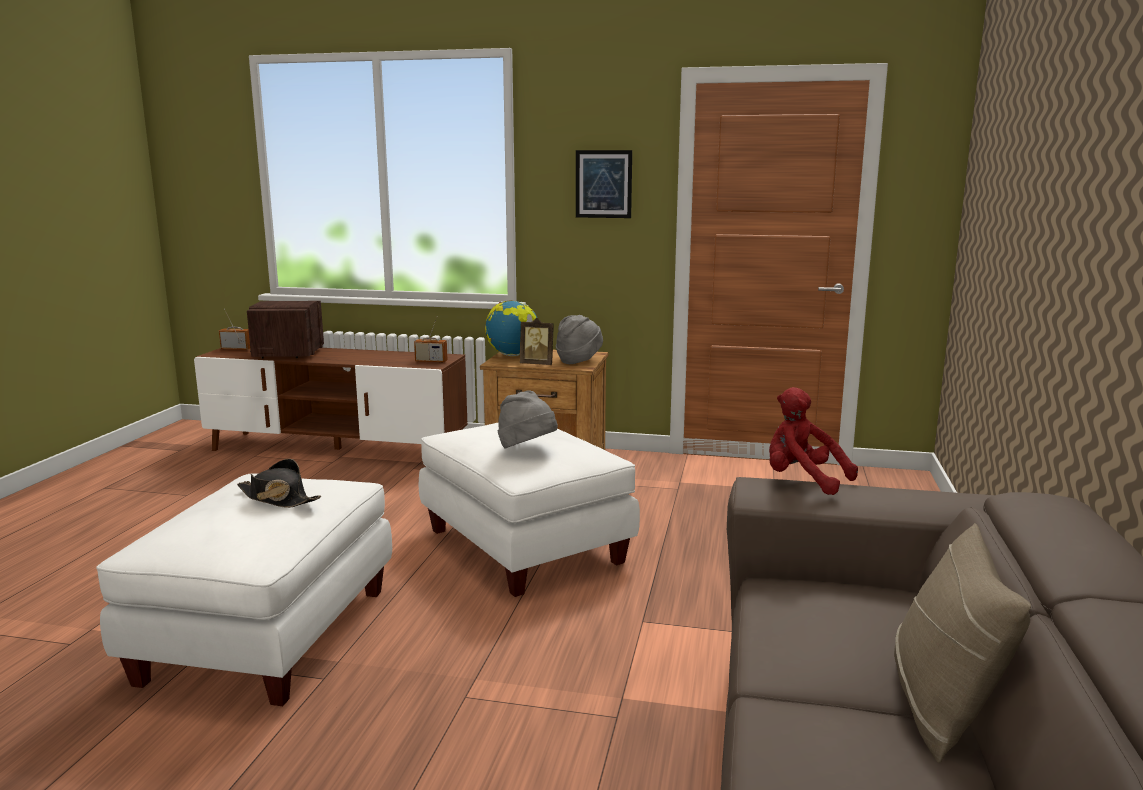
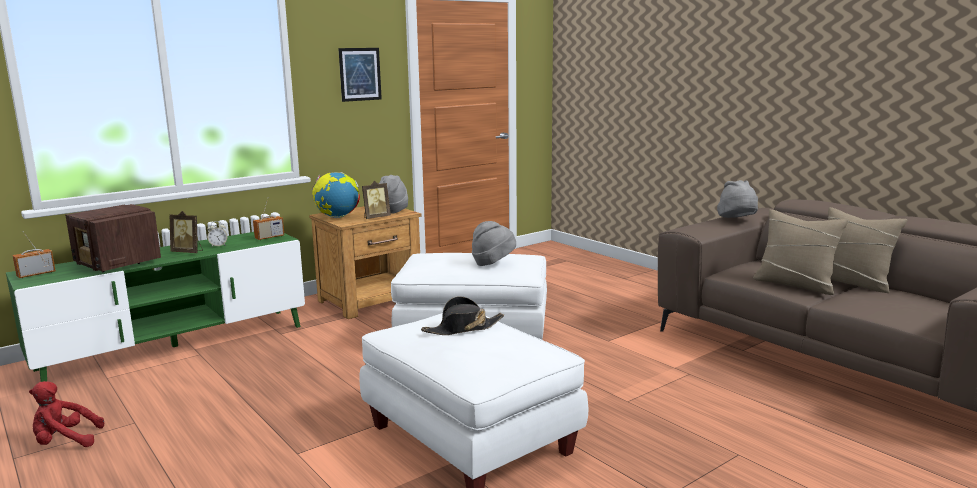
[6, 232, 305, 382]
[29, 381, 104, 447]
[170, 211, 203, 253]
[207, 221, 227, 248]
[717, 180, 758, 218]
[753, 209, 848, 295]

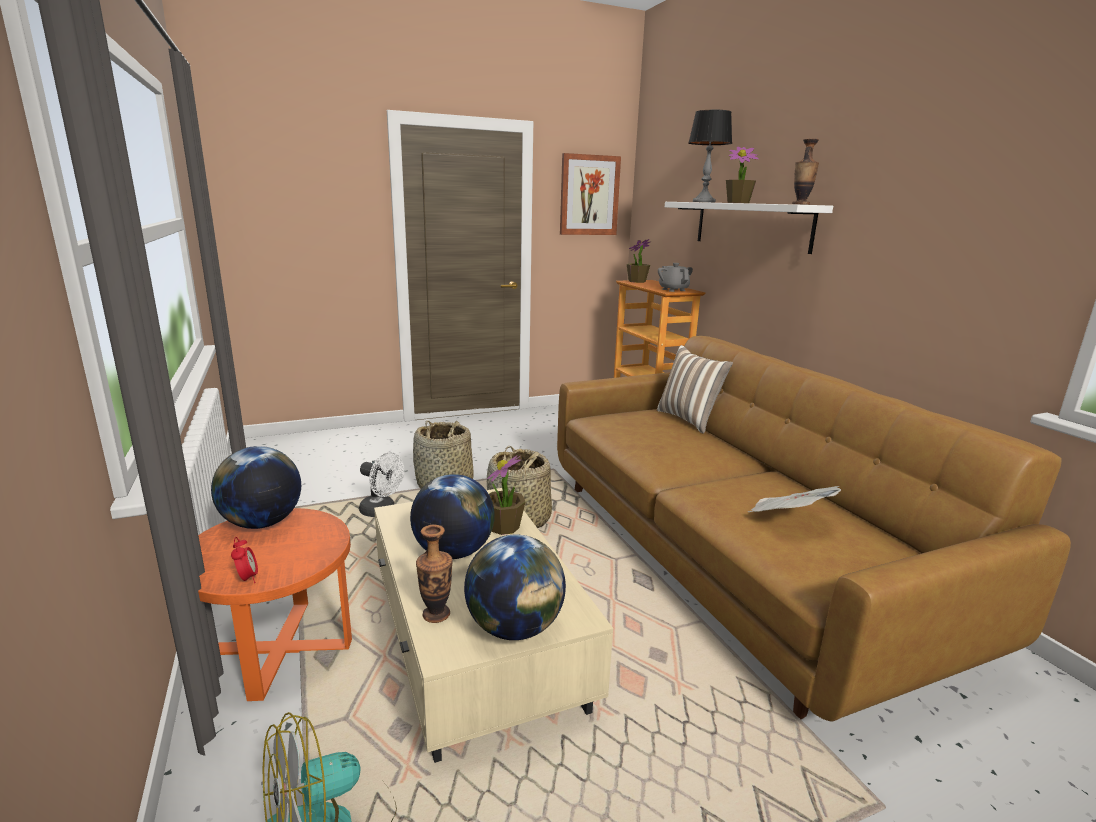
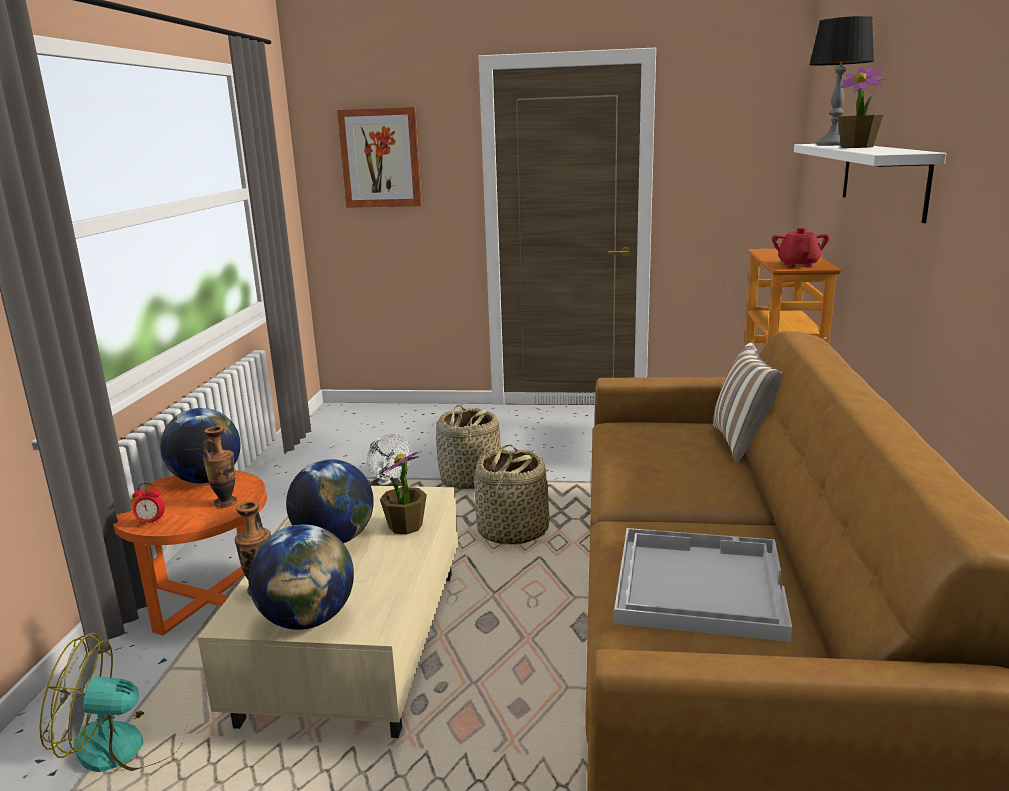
[132, 483, 165, 526]
[203, 426, 237, 508]
[337, 107, 422, 208]
[614, 528, 792, 642]
[772, 228, 830, 268]
[627, 239, 650, 283] (first image)

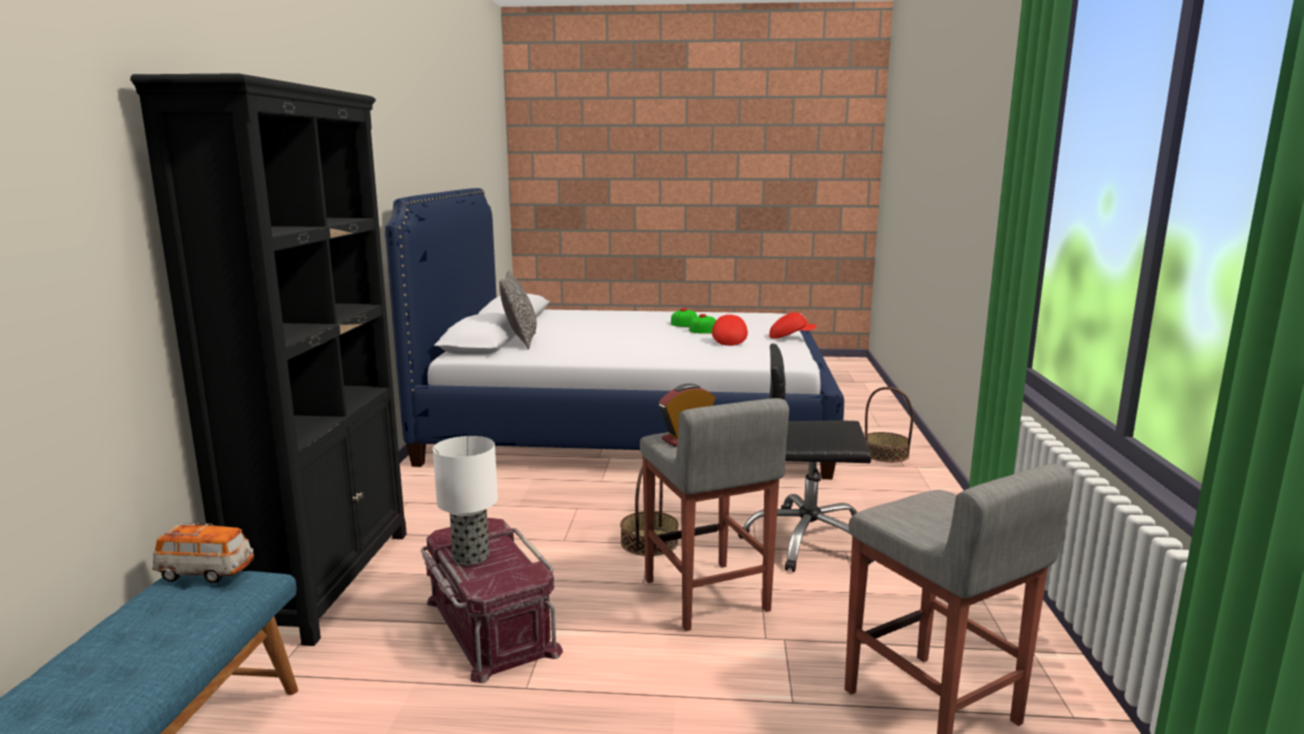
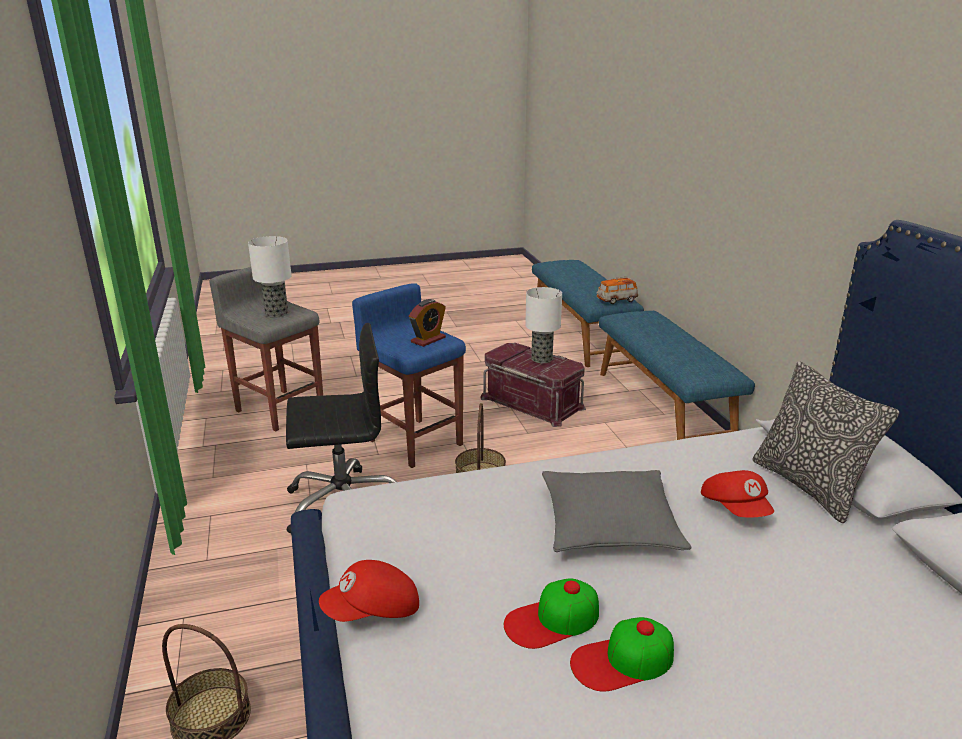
[248, 236, 292, 318]
[352, 283, 466, 468]
[542, 470, 691, 552]
[599, 311, 755, 440]
[701, 470, 774, 517]

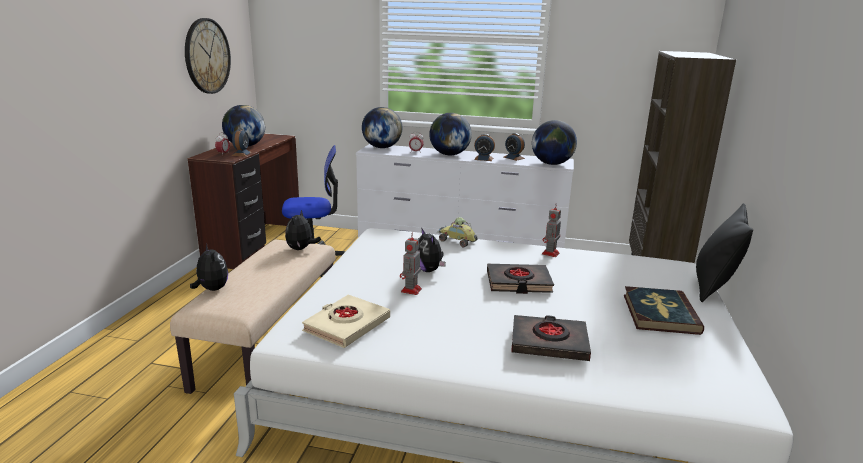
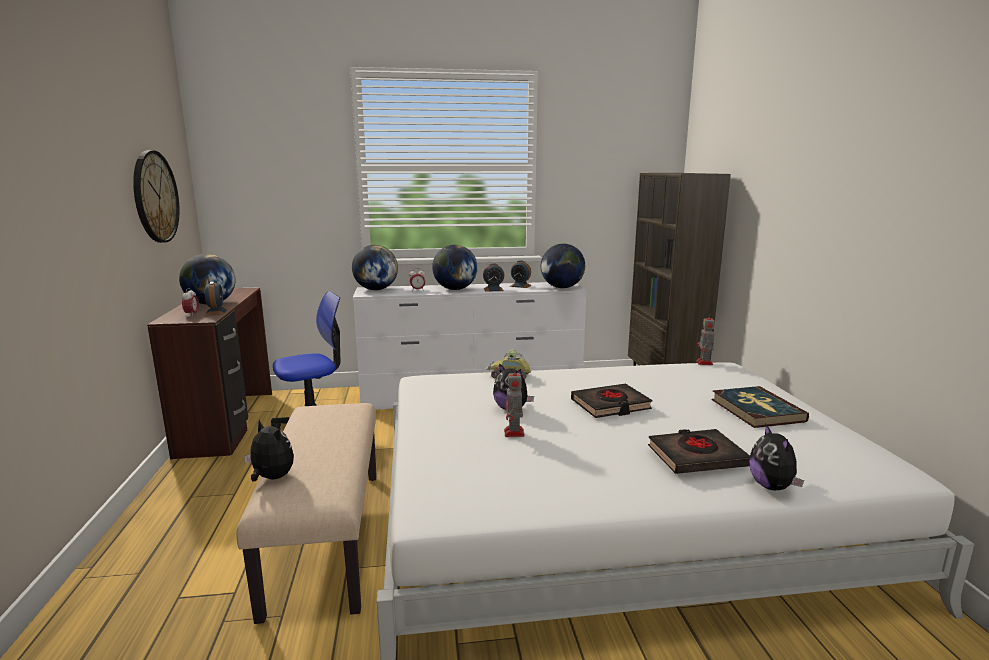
[696, 314, 715, 365]
[749, 423, 804, 490]
[302, 294, 390, 348] (first image)
[696, 203, 753, 302] (first image)

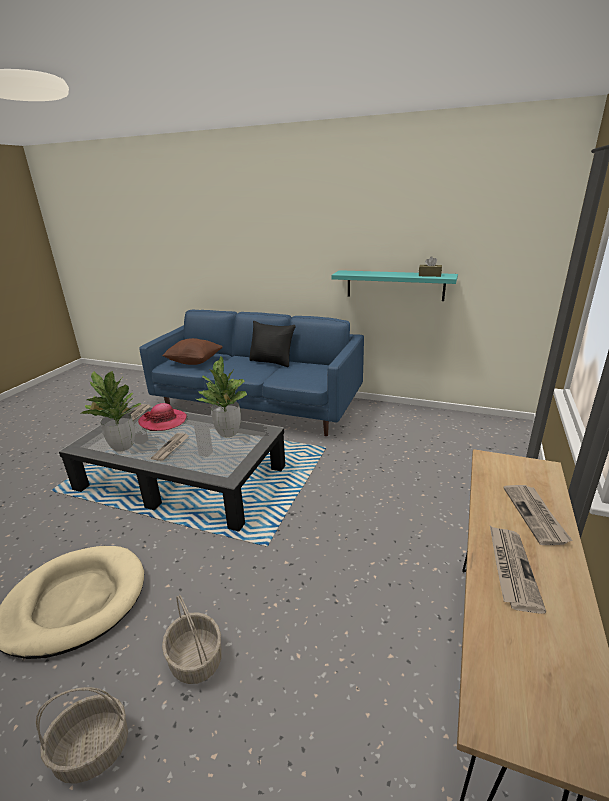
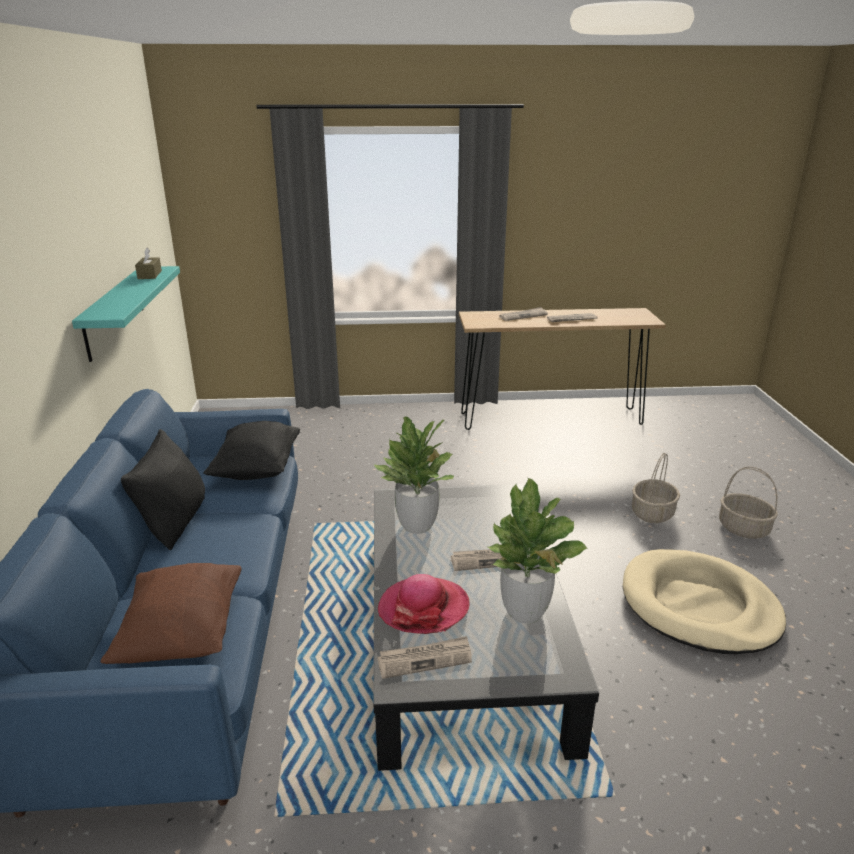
[203, 421, 300, 480]

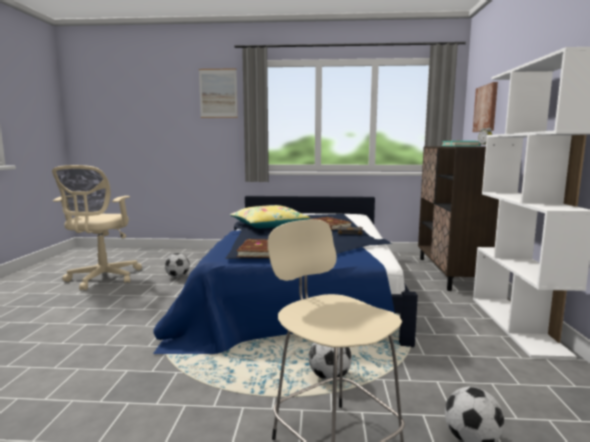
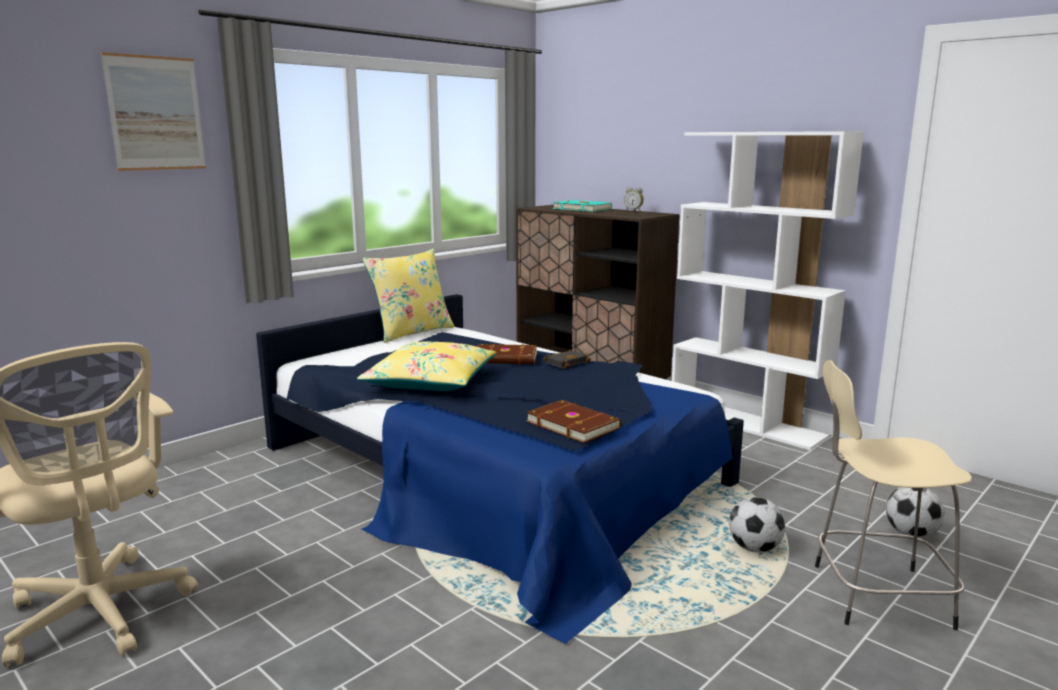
[362, 249, 455, 343]
[165, 253, 190, 277] (first image)
[473, 82, 498, 132] (first image)

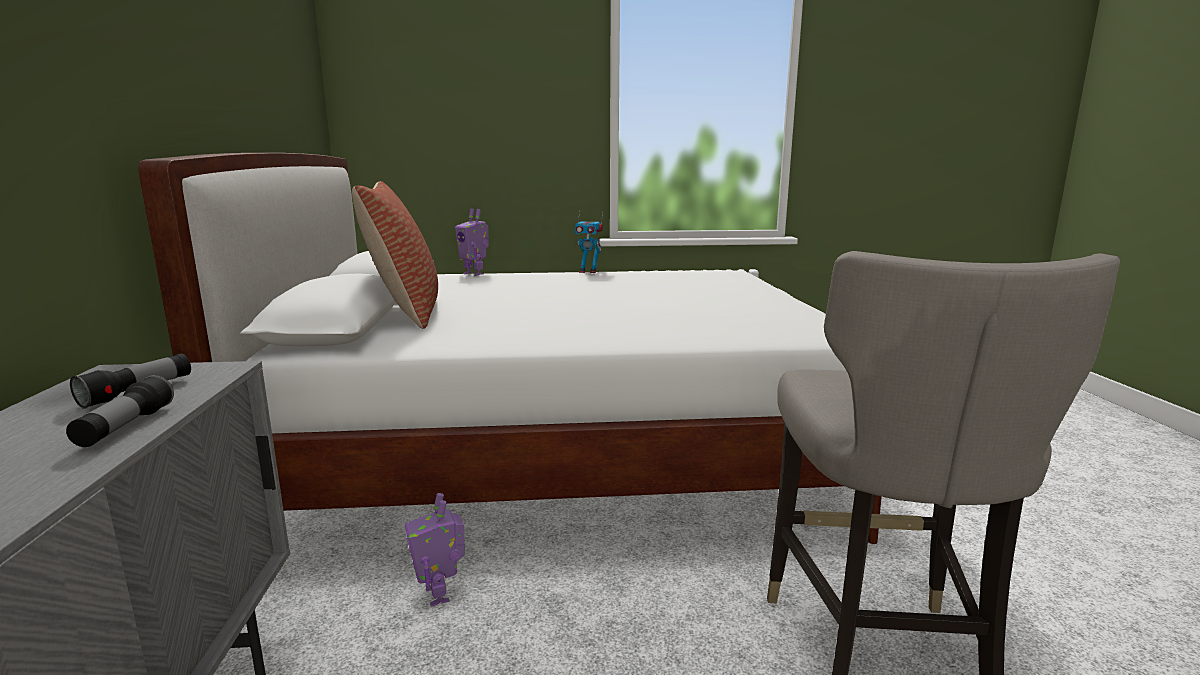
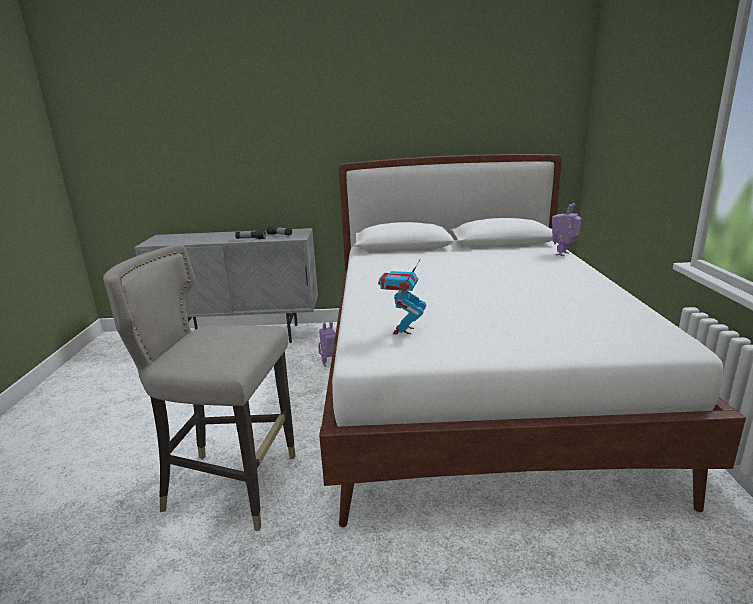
[378, 260, 426, 334]
[352, 181, 438, 329] (first image)

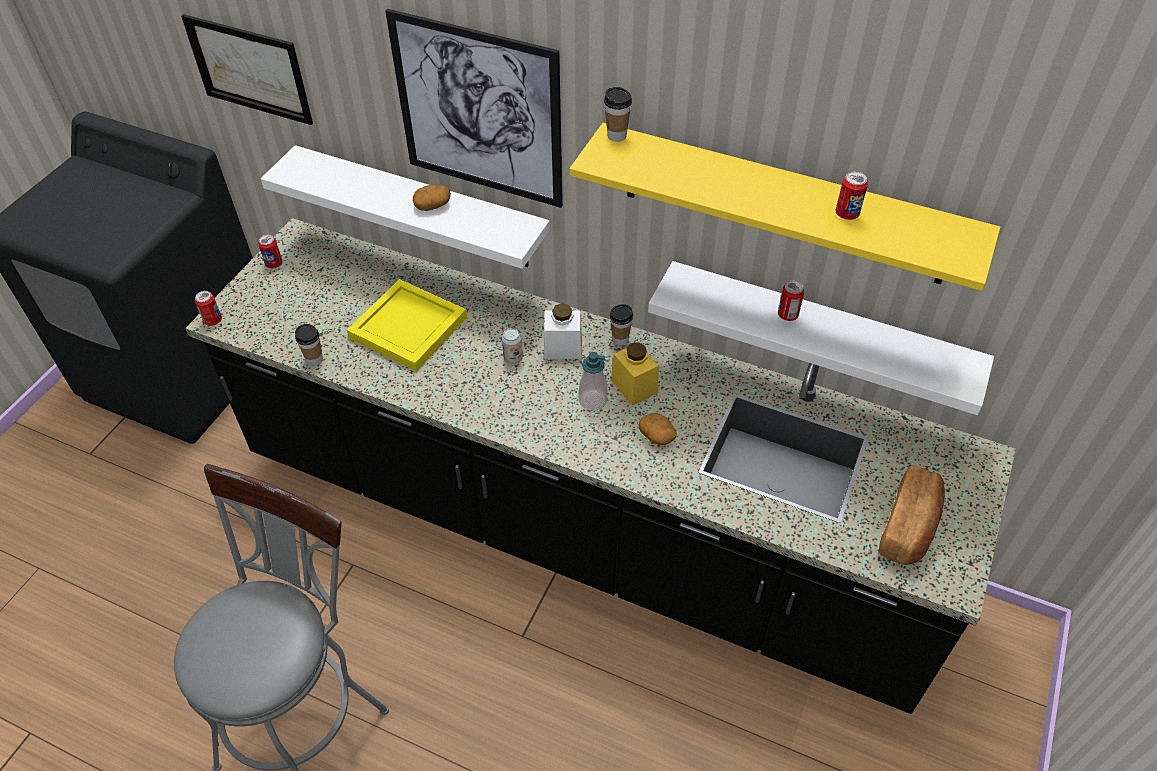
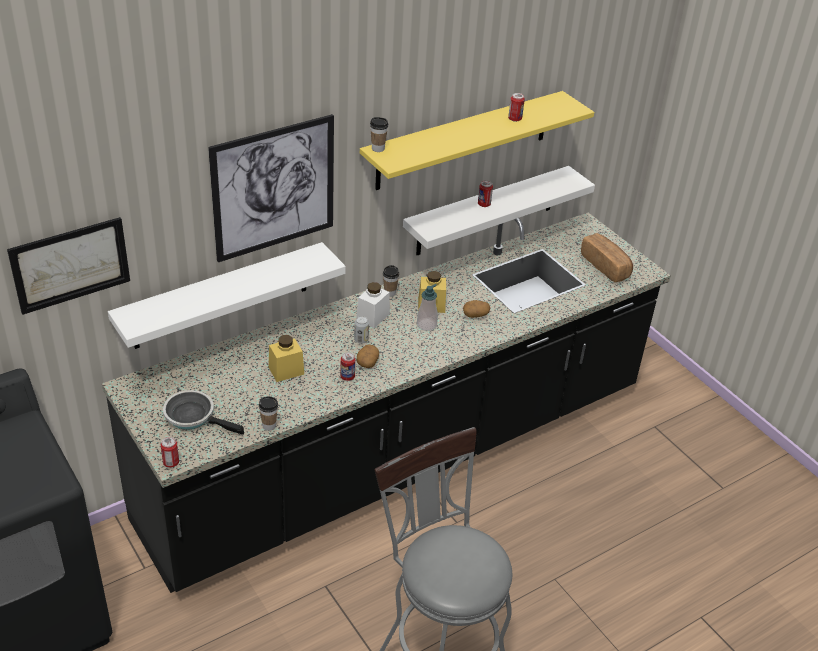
[163, 390, 244, 435]
[269, 335, 304, 382]
[340, 352, 355, 381]
[357, 344, 379, 368]

